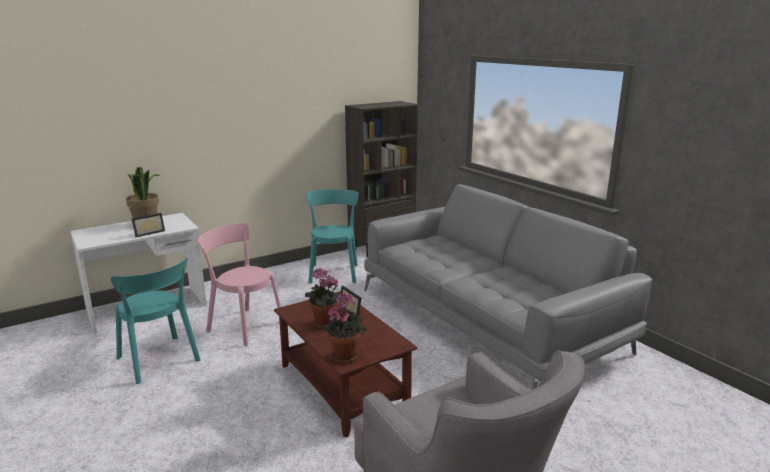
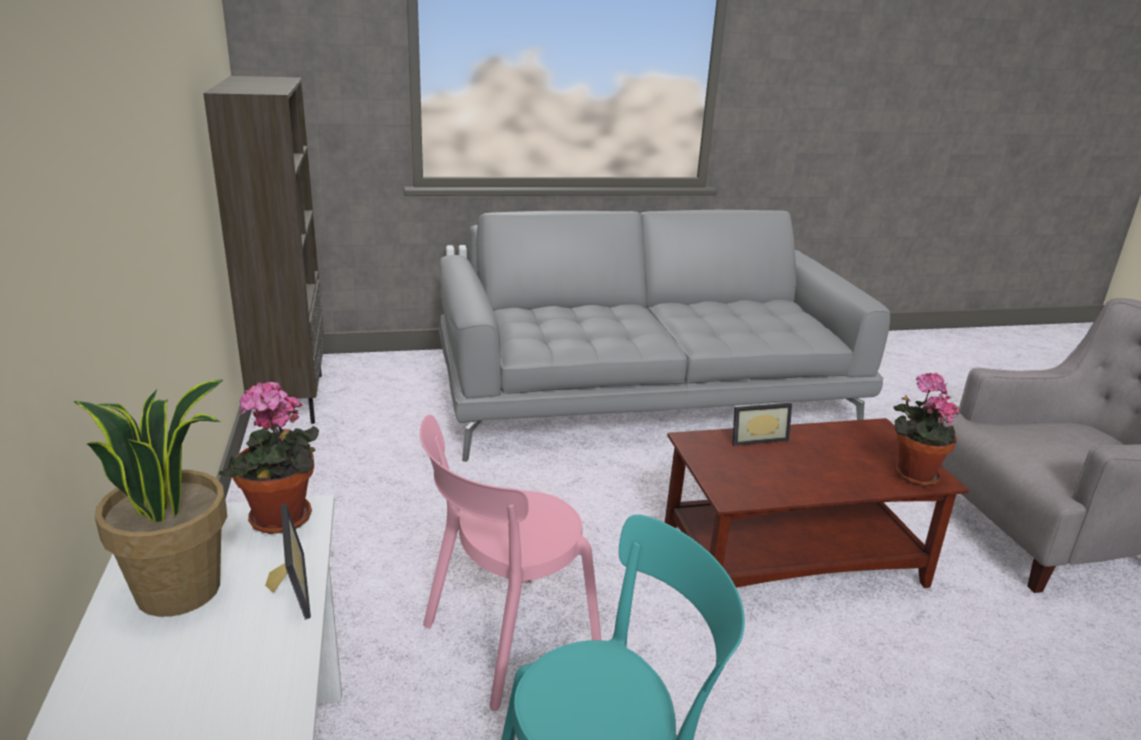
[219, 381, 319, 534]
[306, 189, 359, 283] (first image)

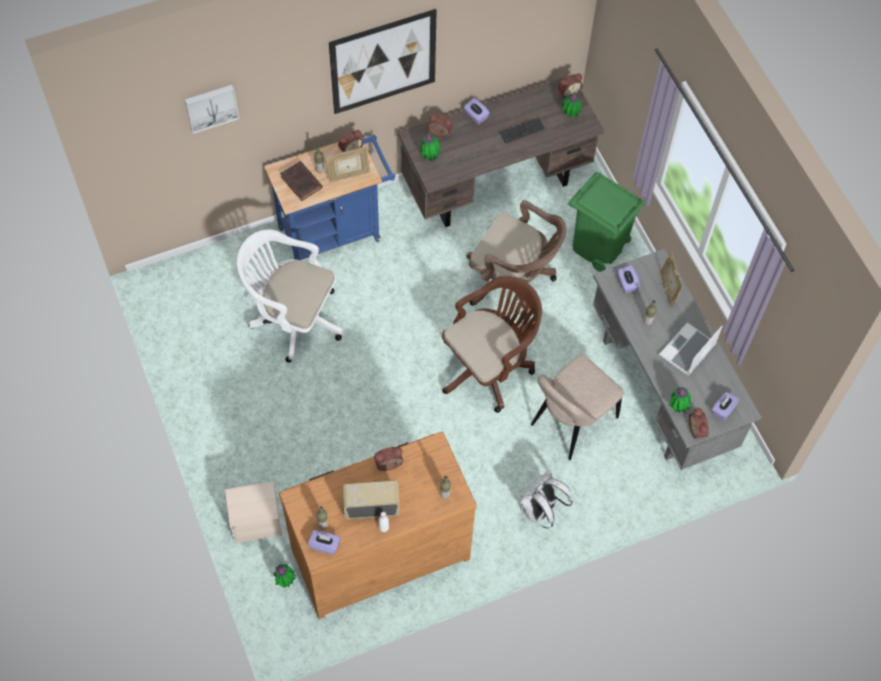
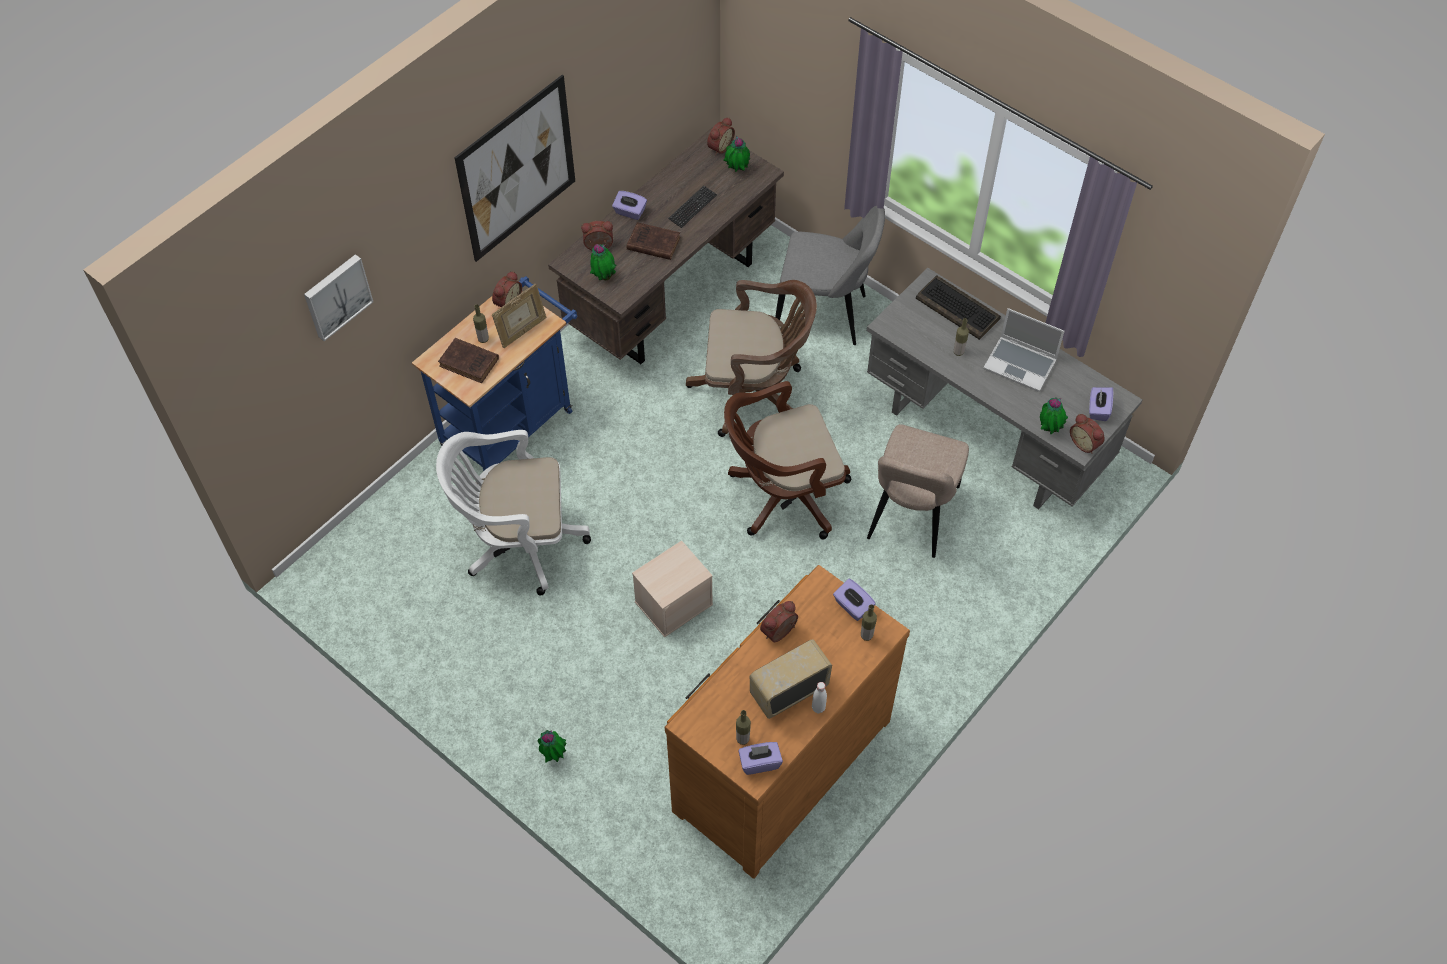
[538, 730, 567, 762]
[627, 222, 680, 260]
[632, 540, 713, 637]
[724, 381, 851, 539]
[775, 206, 885, 345]
[833, 578, 876, 621]
[916, 275, 1001, 340]
[983, 308, 1065, 392]
[519, 470, 573, 529] (first image)

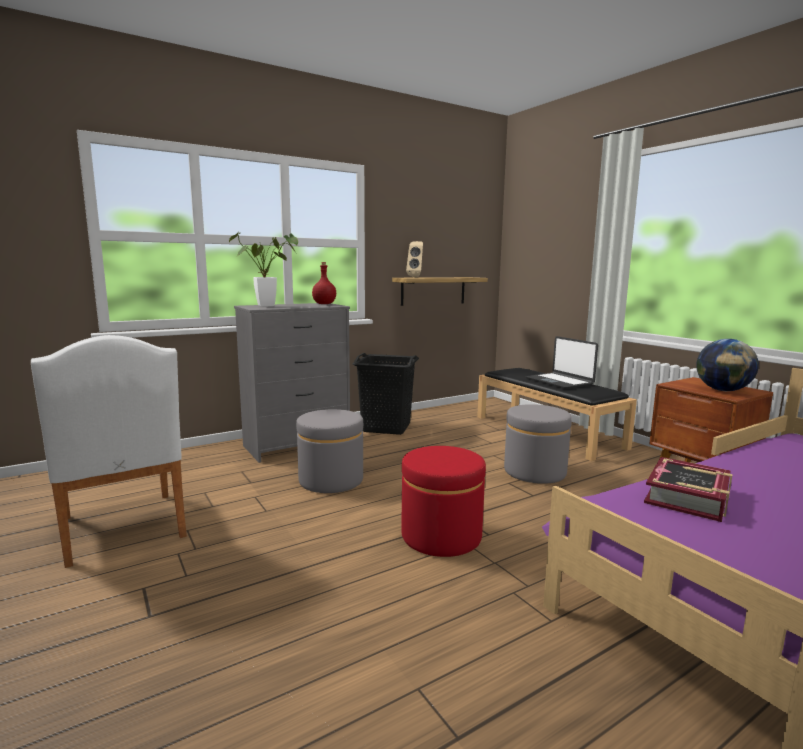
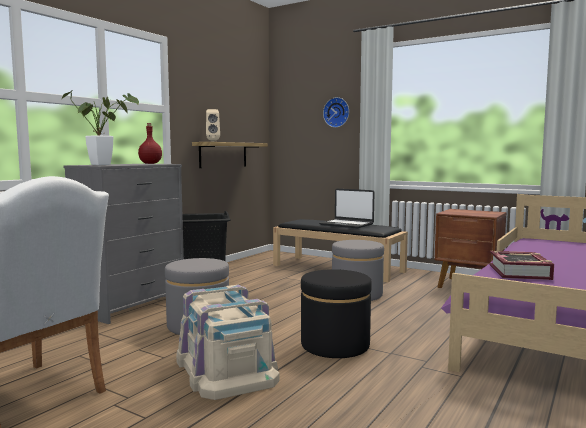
[176, 285, 280, 400]
[301, 269, 372, 358]
[323, 97, 349, 128]
[696, 339, 759, 391] (first image)

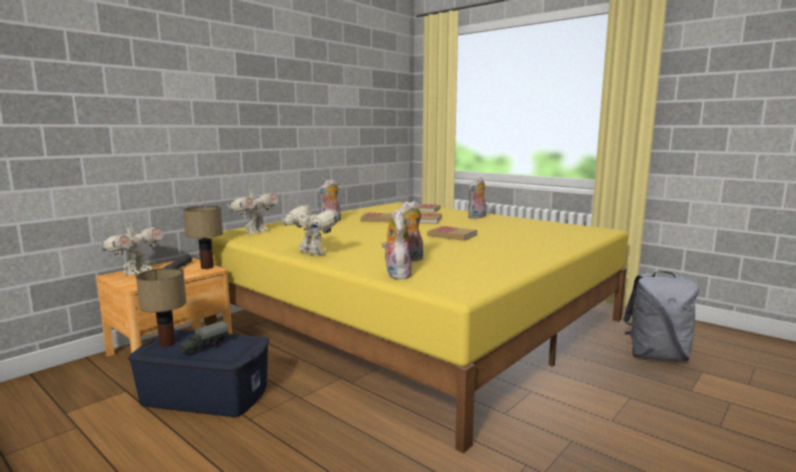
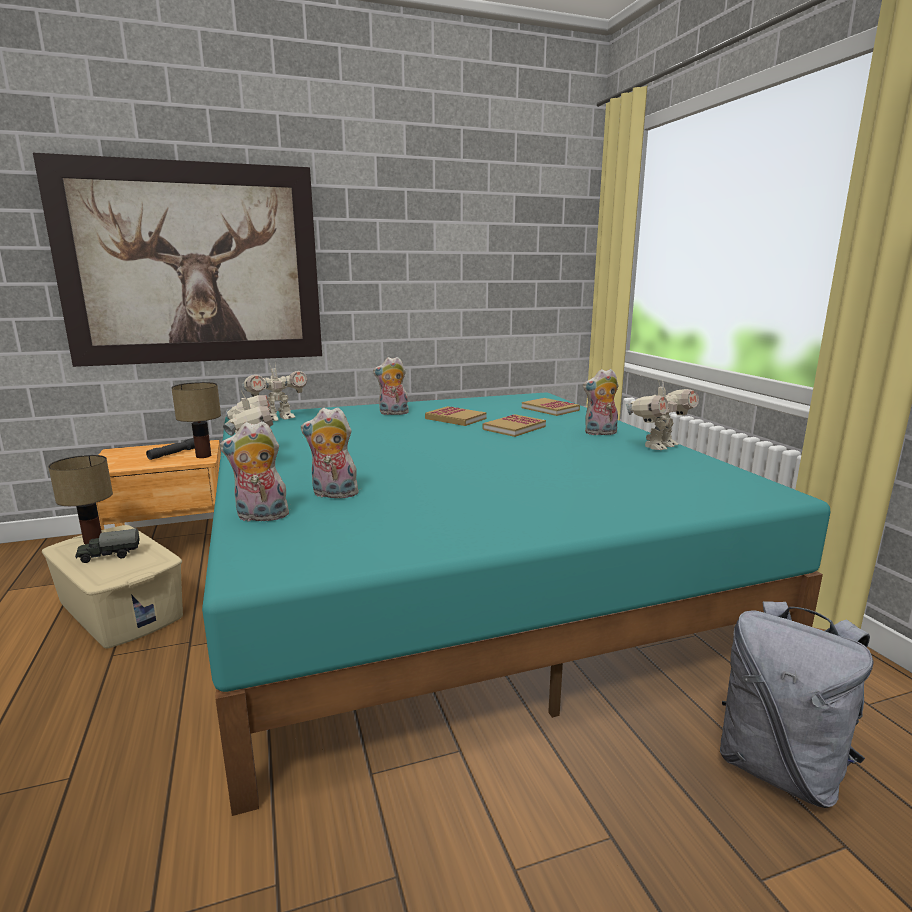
[33, 153, 322, 367]
[42, 525, 183, 649]
[202, 392, 830, 816]
[220, 421, 289, 522]
[626, 380, 699, 450]
[427, 226, 477, 241] (first image)

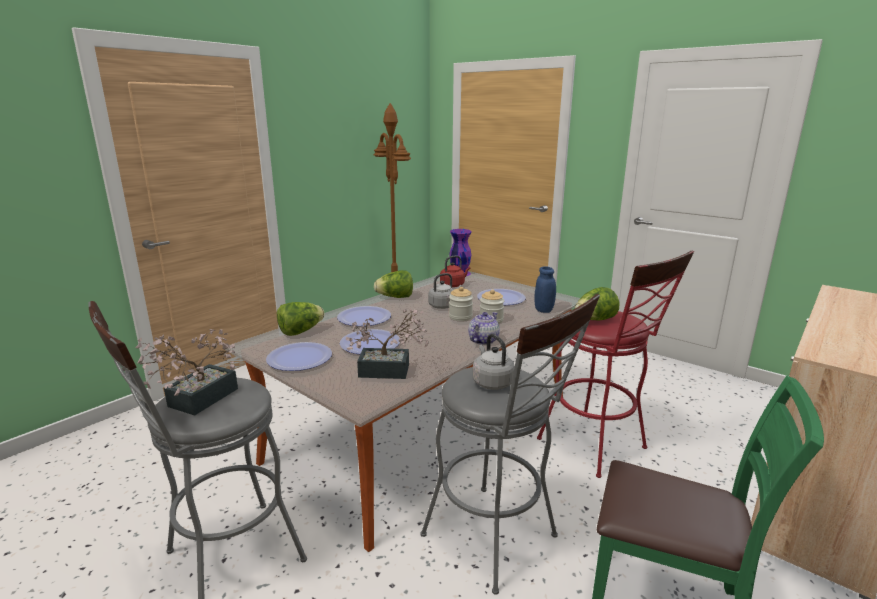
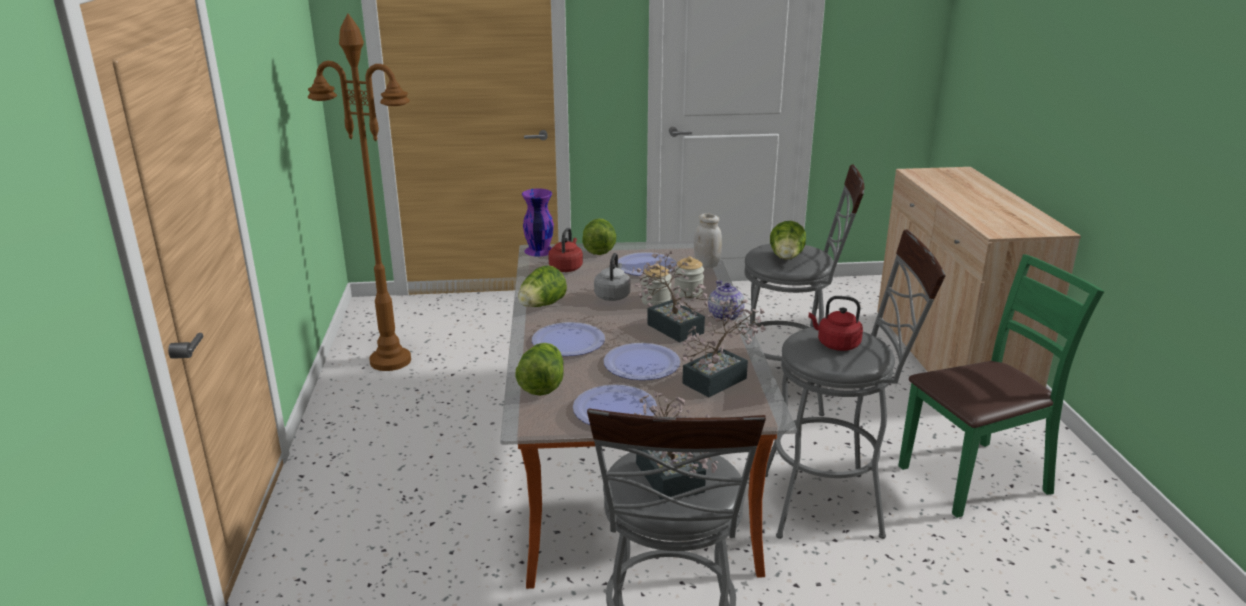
[582, 218, 616, 255]
[632, 251, 716, 342]
[694, 213, 722, 268]
[745, 165, 864, 416]
[809, 296, 863, 351]

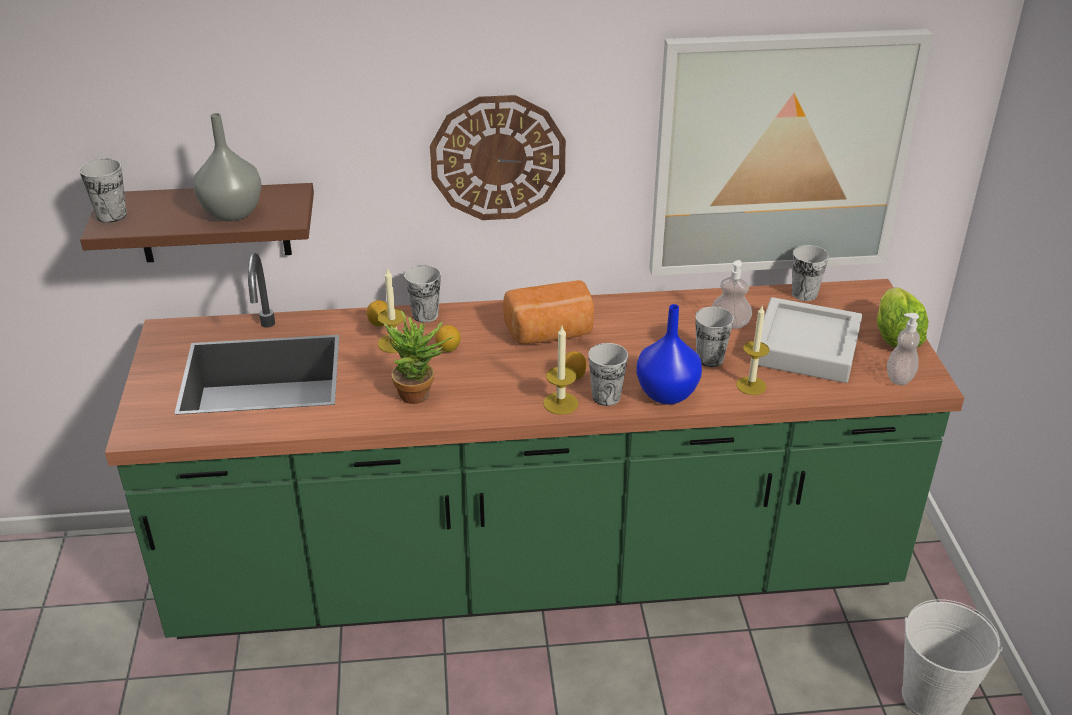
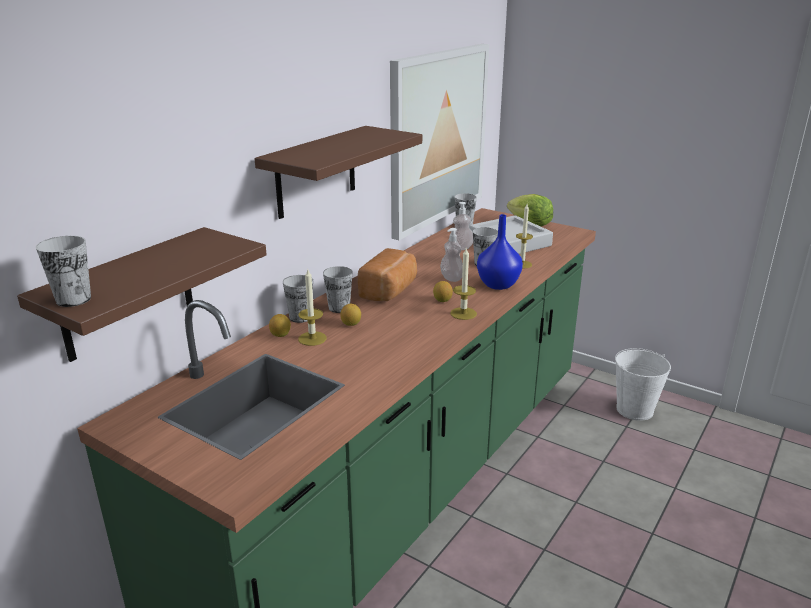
[255, 126, 422, 219]
[323, 266, 353, 313]
[440, 228, 463, 282]
[193, 113, 262, 221] (first image)
[384, 311, 454, 404] (first image)

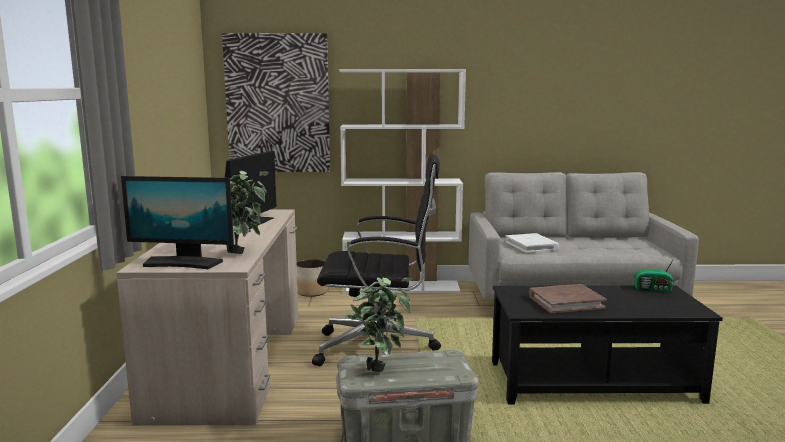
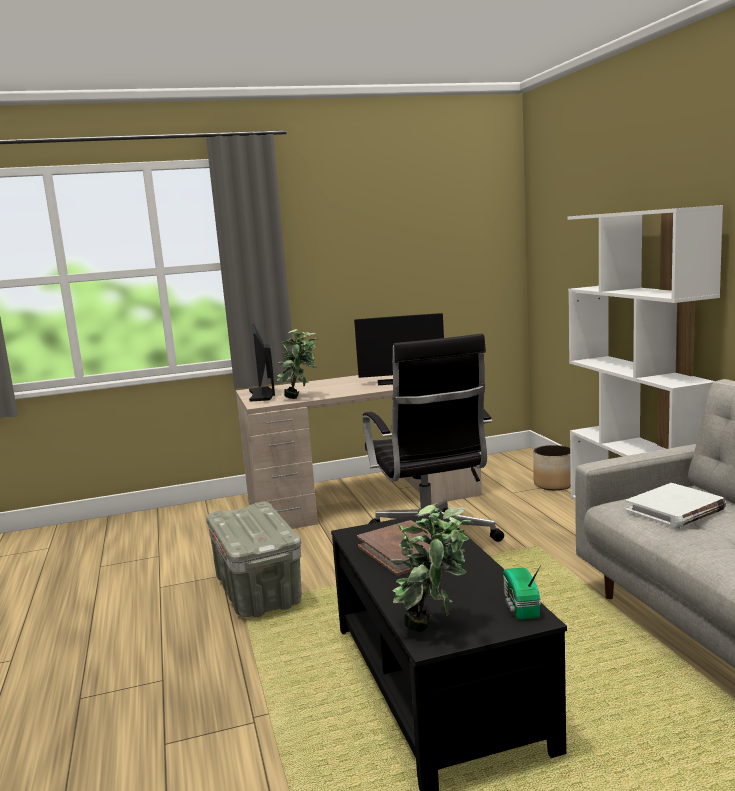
[390, 505, 474, 632]
[222, 33, 331, 172] (first image)

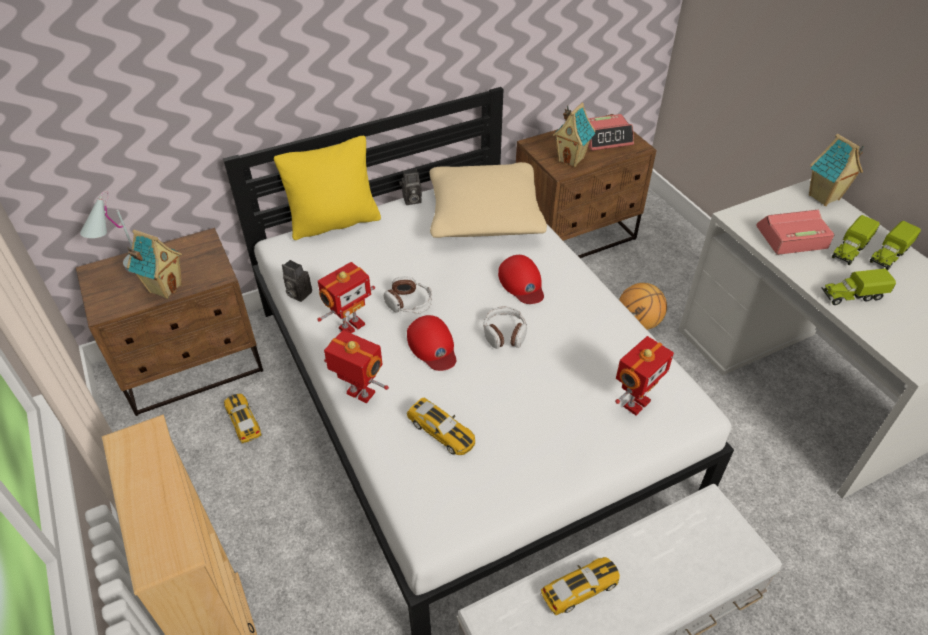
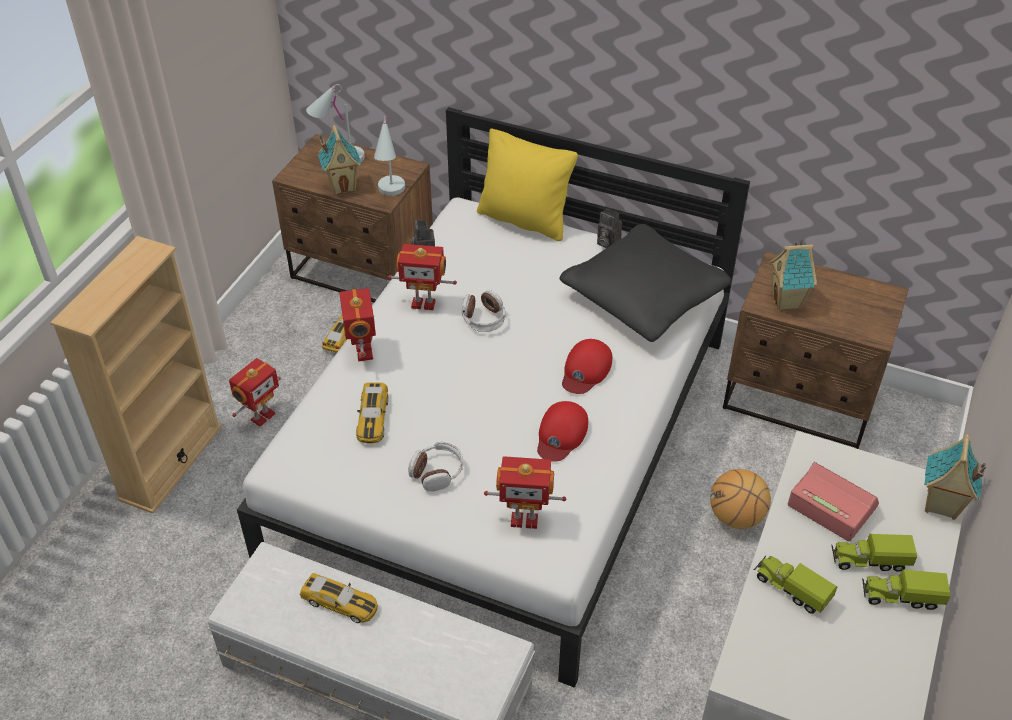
[229, 358, 281, 427]
[374, 116, 405, 196]
[408, 442, 463, 491]
[537, 401, 588, 462]
[559, 224, 732, 342]
[588, 114, 634, 151] (first image)

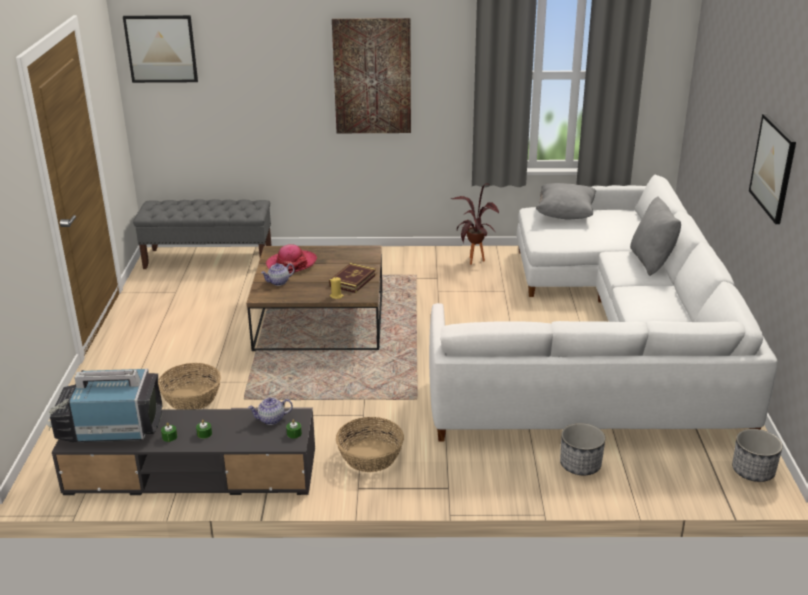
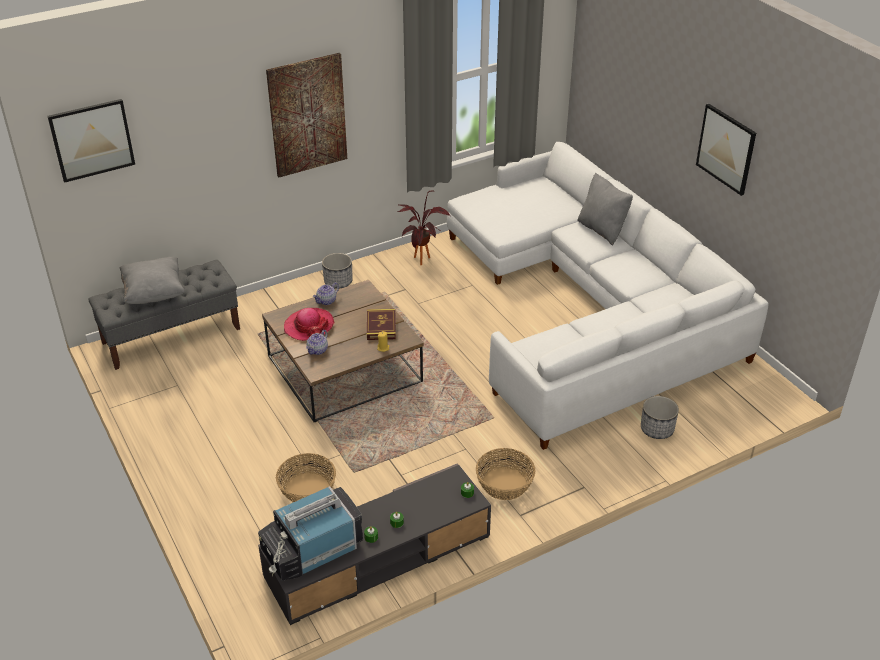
[119, 257, 185, 304]
[313, 283, 339, 305]
[322, 253, 353, 289]

